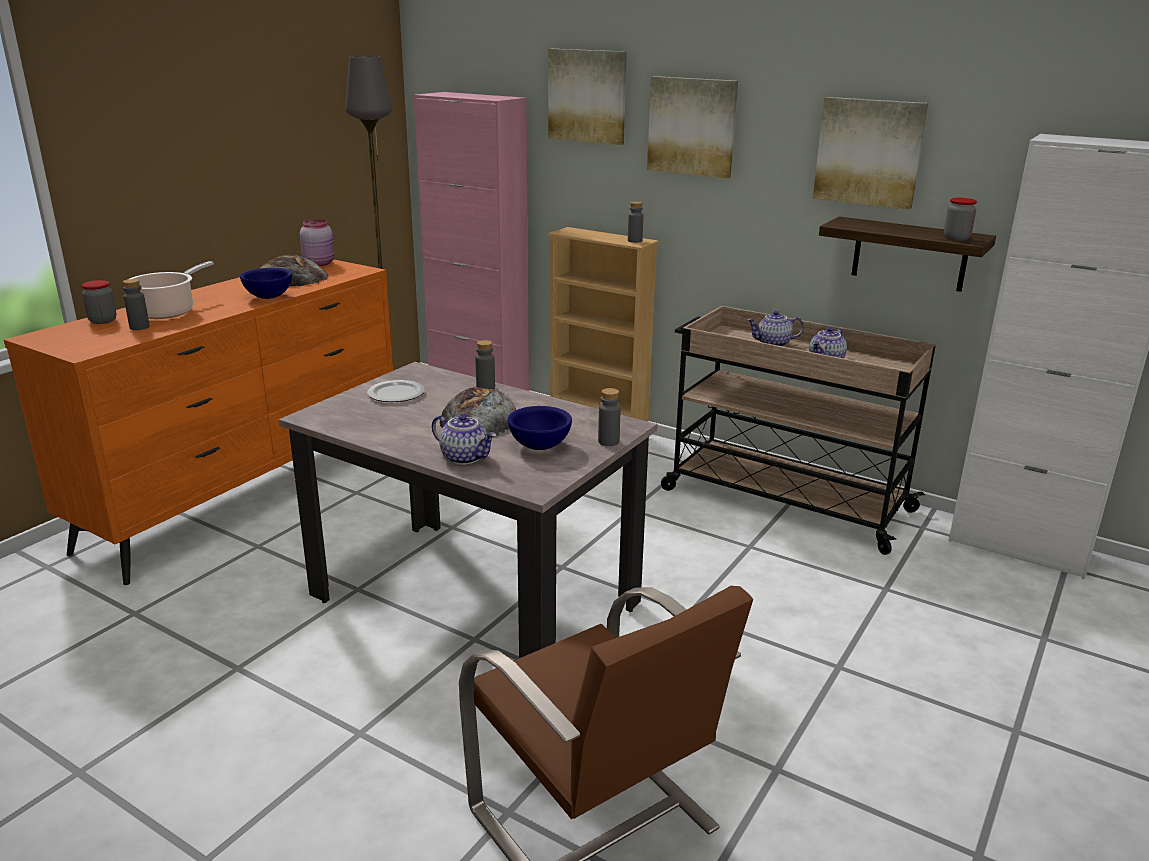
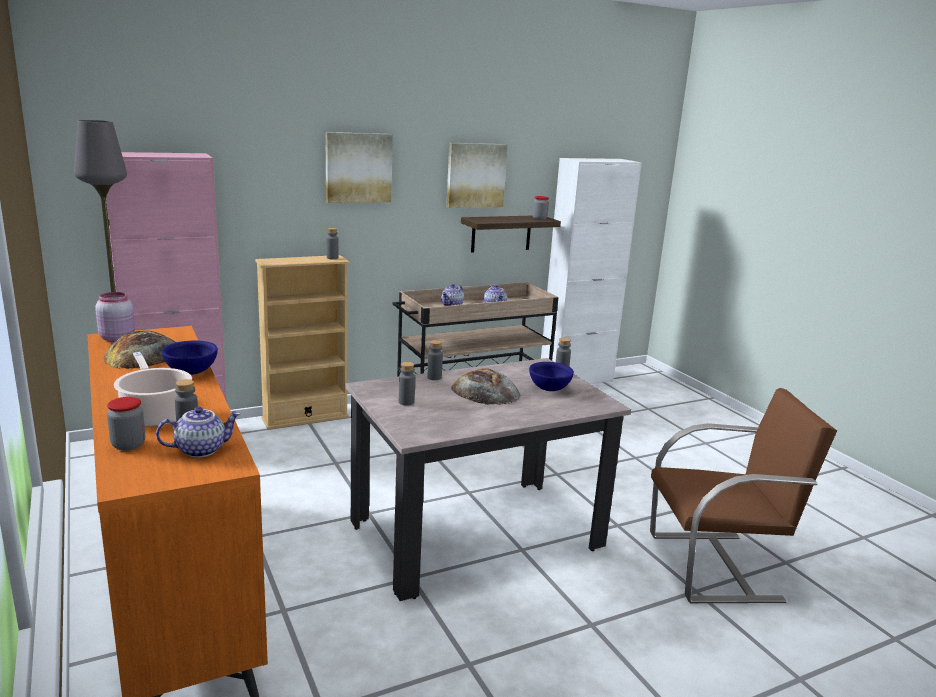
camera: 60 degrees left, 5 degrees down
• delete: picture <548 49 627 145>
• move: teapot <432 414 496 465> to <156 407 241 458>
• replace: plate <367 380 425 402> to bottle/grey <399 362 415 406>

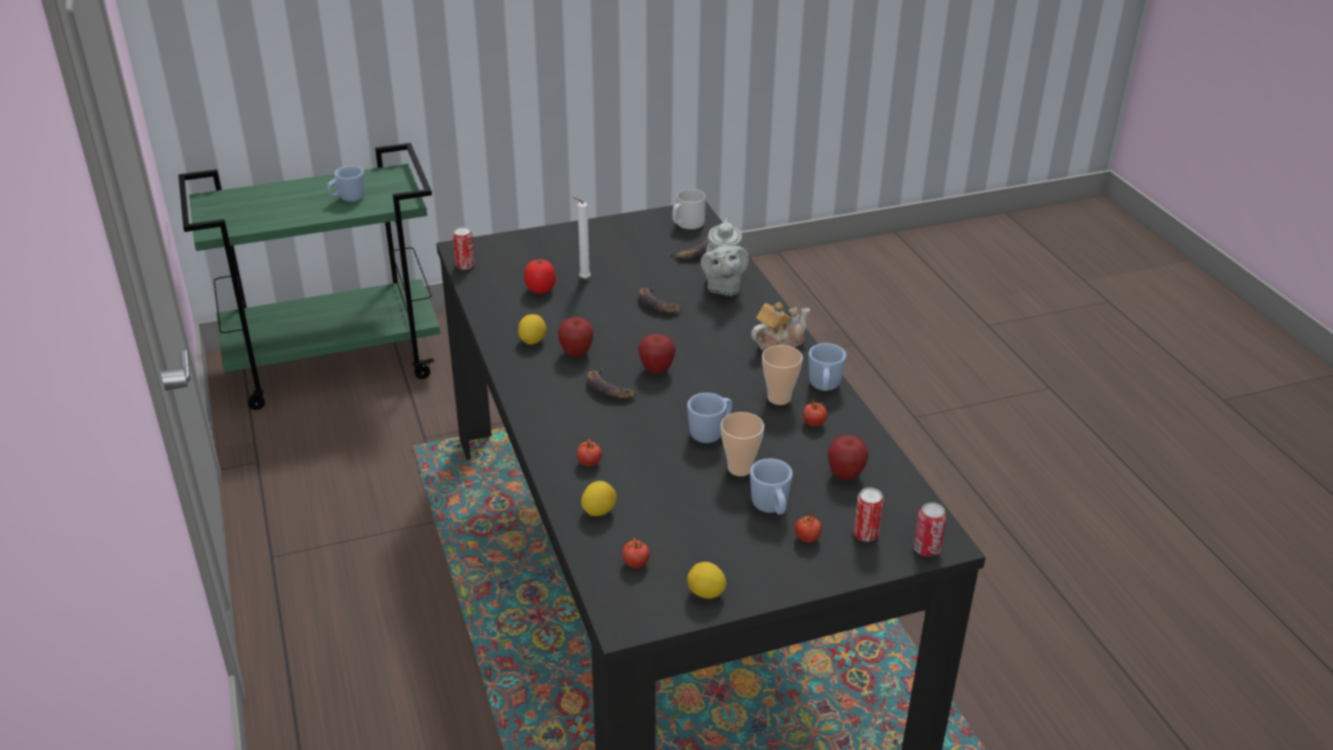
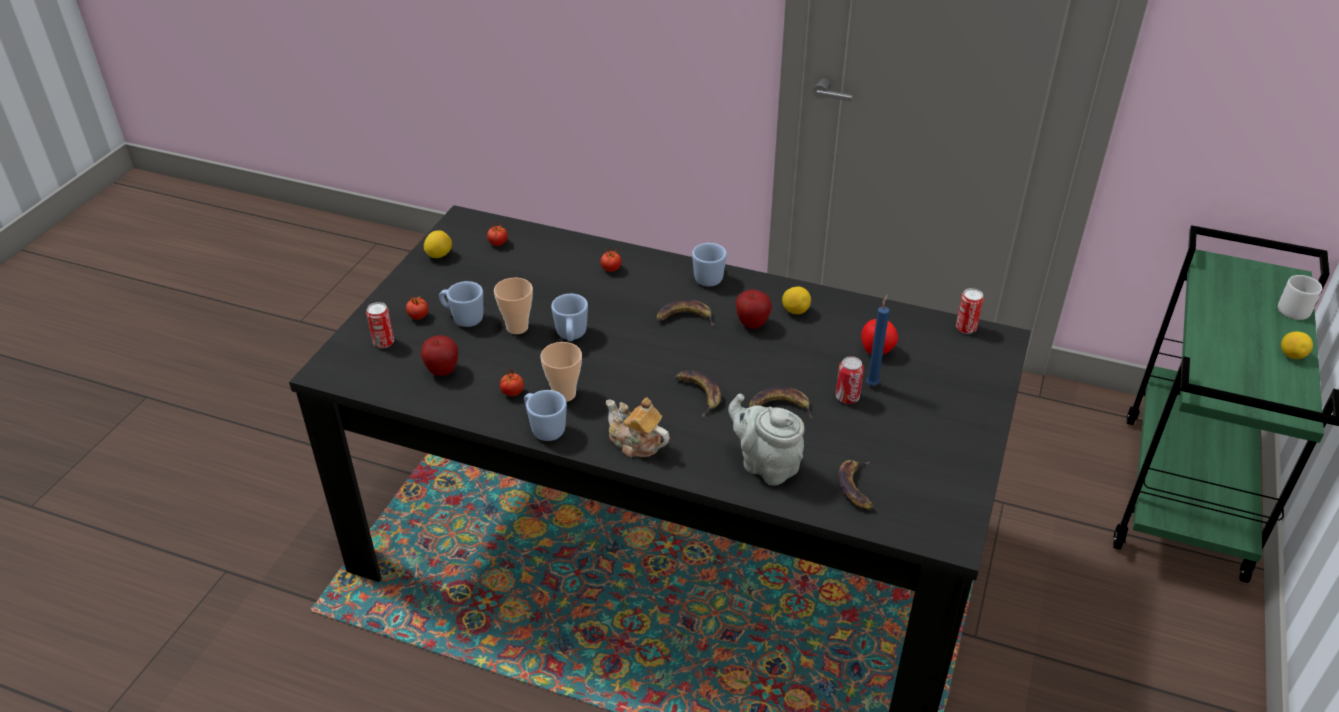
camera: 130 degrees right, 5 degrees up
• delete: apple <638 334 676 374>
• insert: banana <675 370 721 417>
• move: mug/blue <327 166 364 202> to <692 243 727 287>
• move: lemon <581 481 617 516> to <1281 331 1313 359>
• move: mug/grey <672 189 705 229> to <1278 275 1322 320>
• move: can <913 503 947 557> to <836 356 864 404>
• recolor: candle/white <572 197 591 279> to candle/blue <866 294 889 385>
• rotate: teapot <751 302 810 351> = <606 397 670 457> 120 degrees clockwise

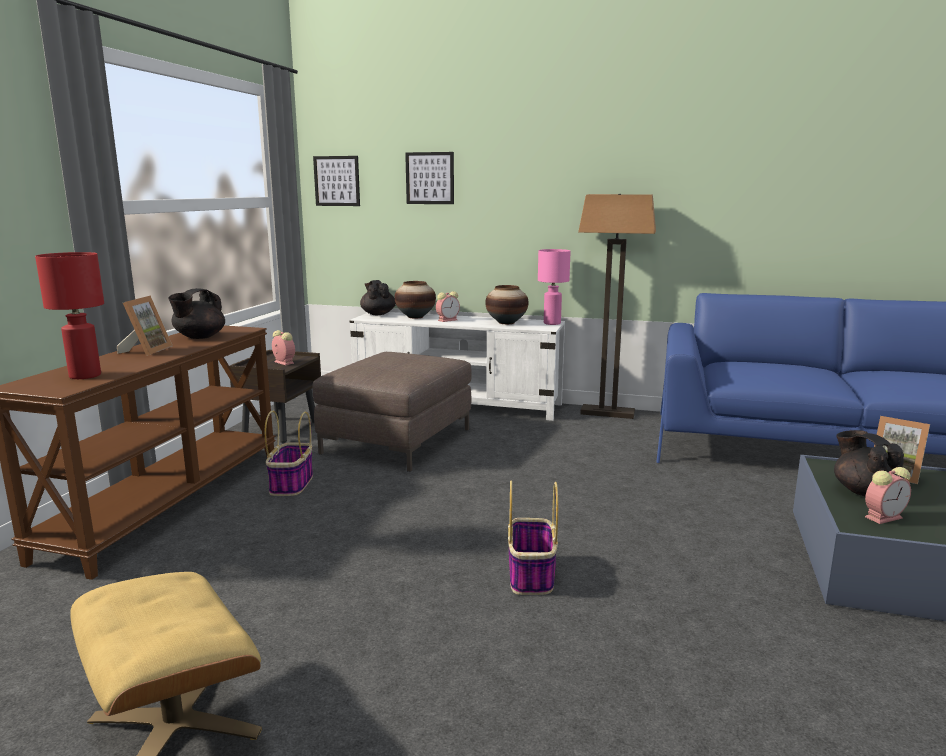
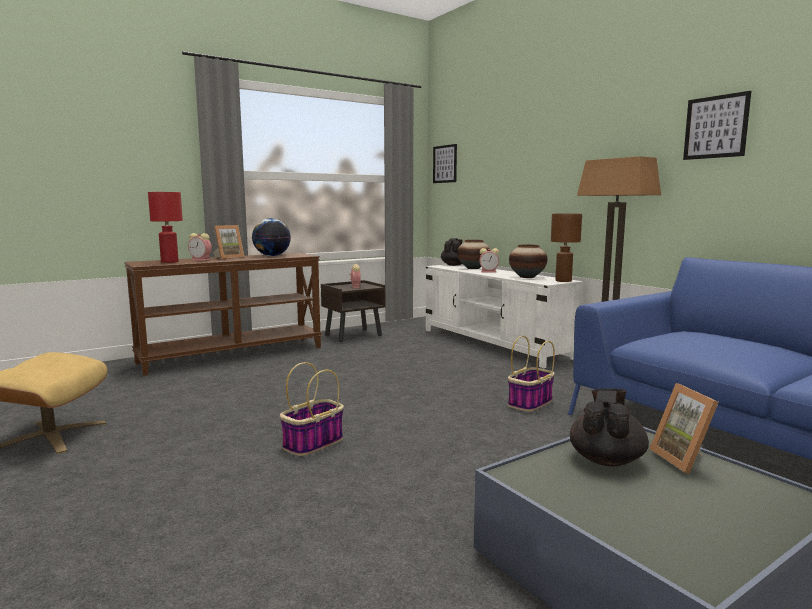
camera: 40 degrees right, 5 degrees down
• delete: ottoman/brown <313 352 472 472>
• move: basket <264 411 313 496> to <508 336 555 412>
• move: picture <405 152 454 204> to <683 91 751 160>
• move: alarm clock <865 467 911 524> to <188 233 212 261>
• replace: teapot/black <168 288 225 339> to globe <252 218 291 256>
• recolor: table lamp/pink <538 249 571 325> to table lamp/brown <551 214 582 282>

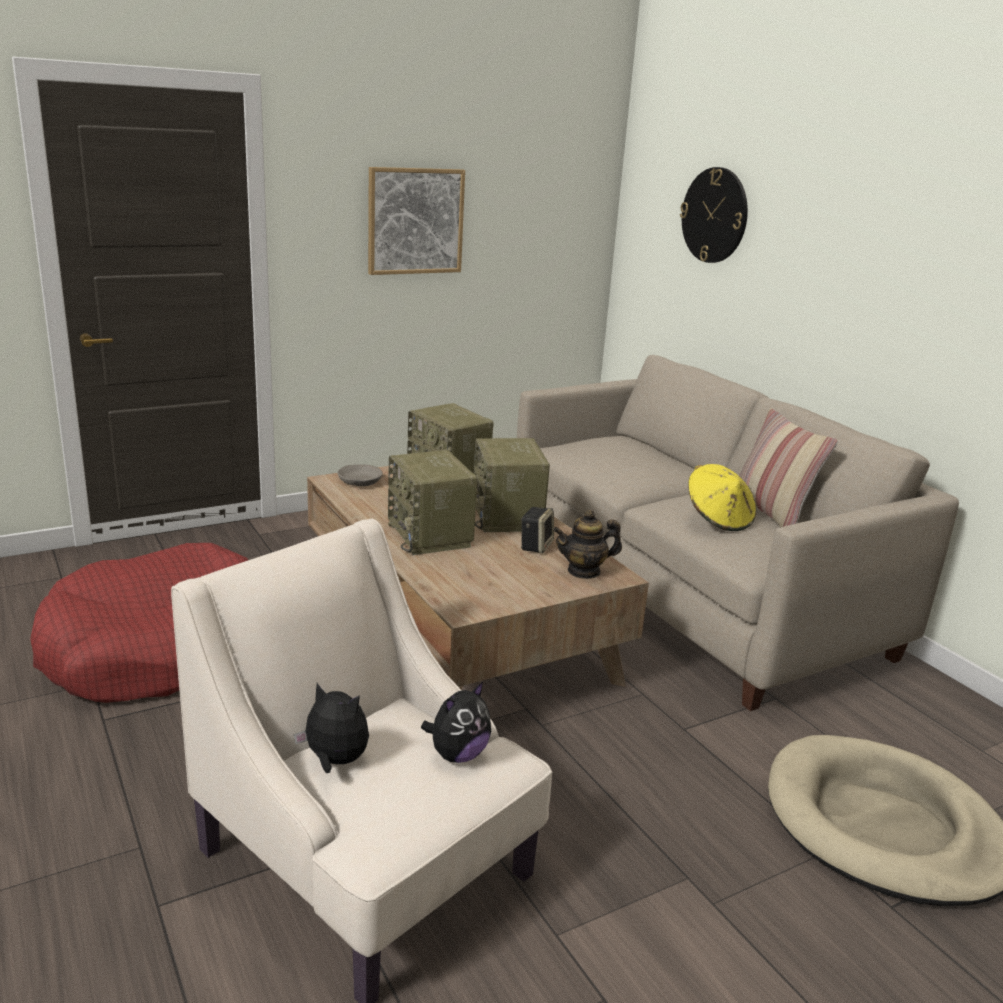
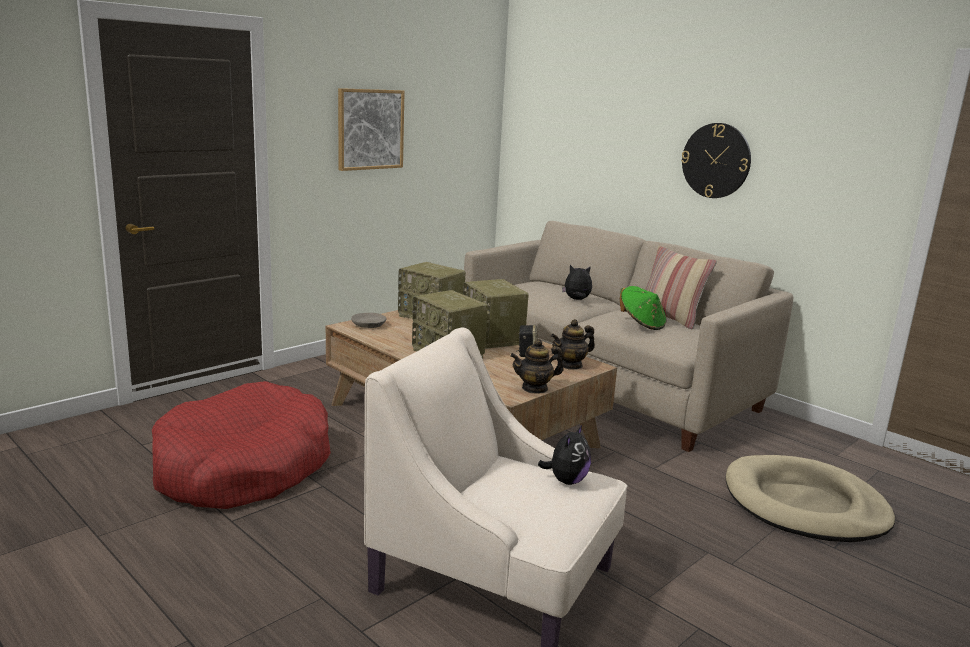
camera: 15 degrees left, 5 degrees down
• insert: teapot <510 339 564 394>
• move: plush toy <294 683 369 773> to <562 265 592 300>
• move: wall clock <680 167 748 263> to <681 123 751 198>
• recolor: hat/yellow <688 464 756 531> to hat/green <620 286 666 330>

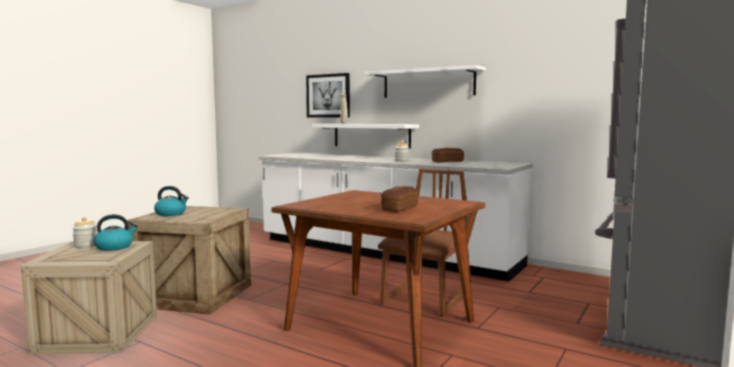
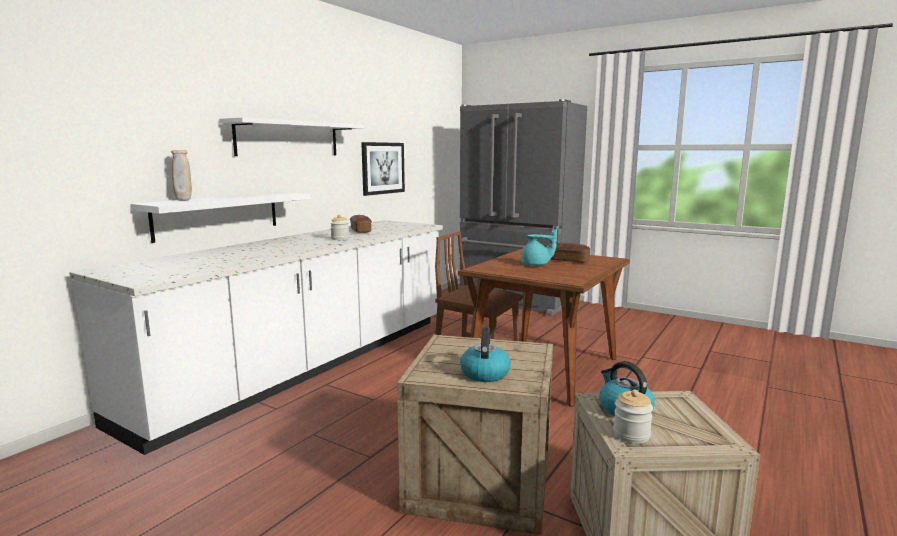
camera: 90 degrees left, 5 degrees up
• insert: teapot/turquoise <521 229 557 266>
• move: picture <306 73 350 118> to <361 142 405 196>

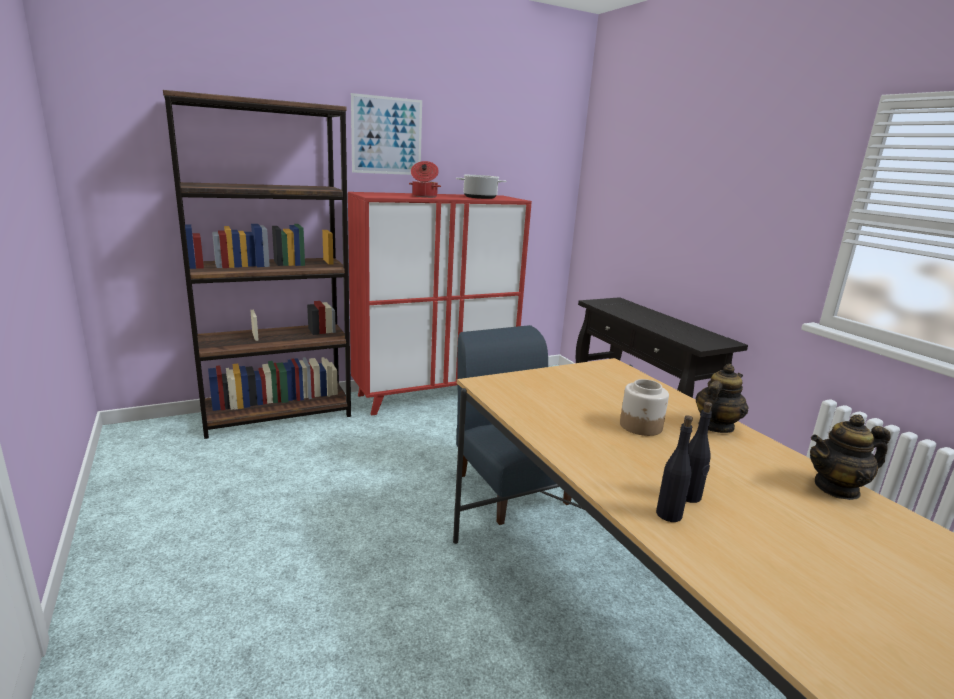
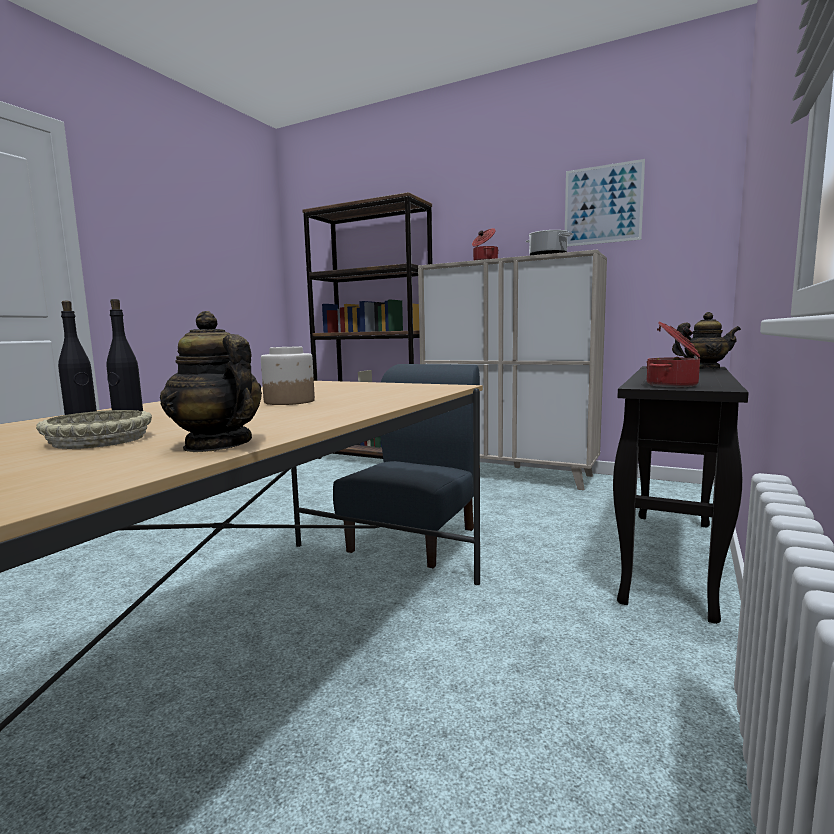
camera: 55 degrees right, 10 degrees down
• insert: bowl/beige <36 410 152 449>
• insert: cooking pot <646 322 700 387>
• move: picture <351 93 422 175> to <565 159 645 247>
• move: teapot <695 364 749 433> to <672 312 741 369>
• recolor: cabinet/red <348 192 532 416> to cabinet/beige <418 250 607 490>

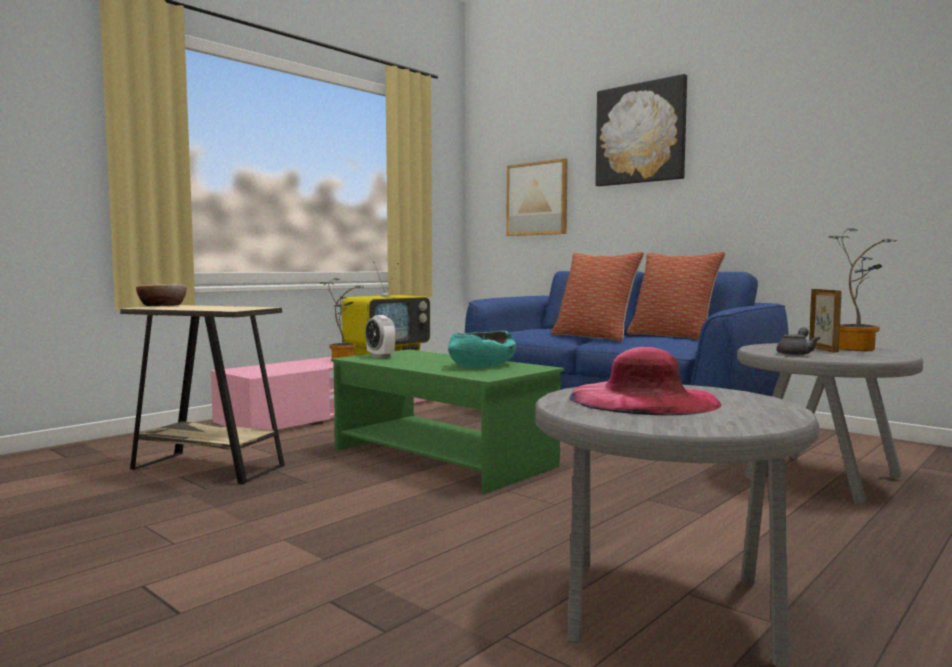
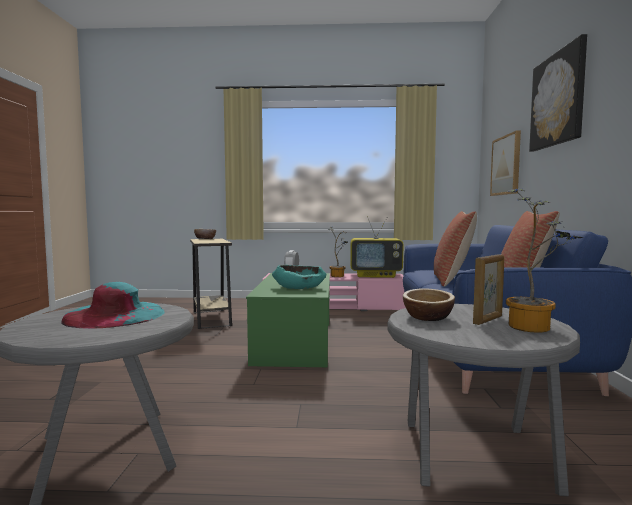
camera: 50 degrees right, 0 degrees up
• replace: teapot/grey <776 327 820 356> to bowl <403 288 455 321>
• recolor: hat/pink <570 347 721 416> to hat/turquoise <61 282 165 329>

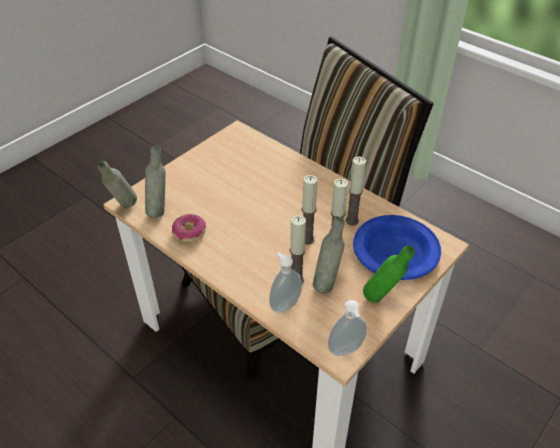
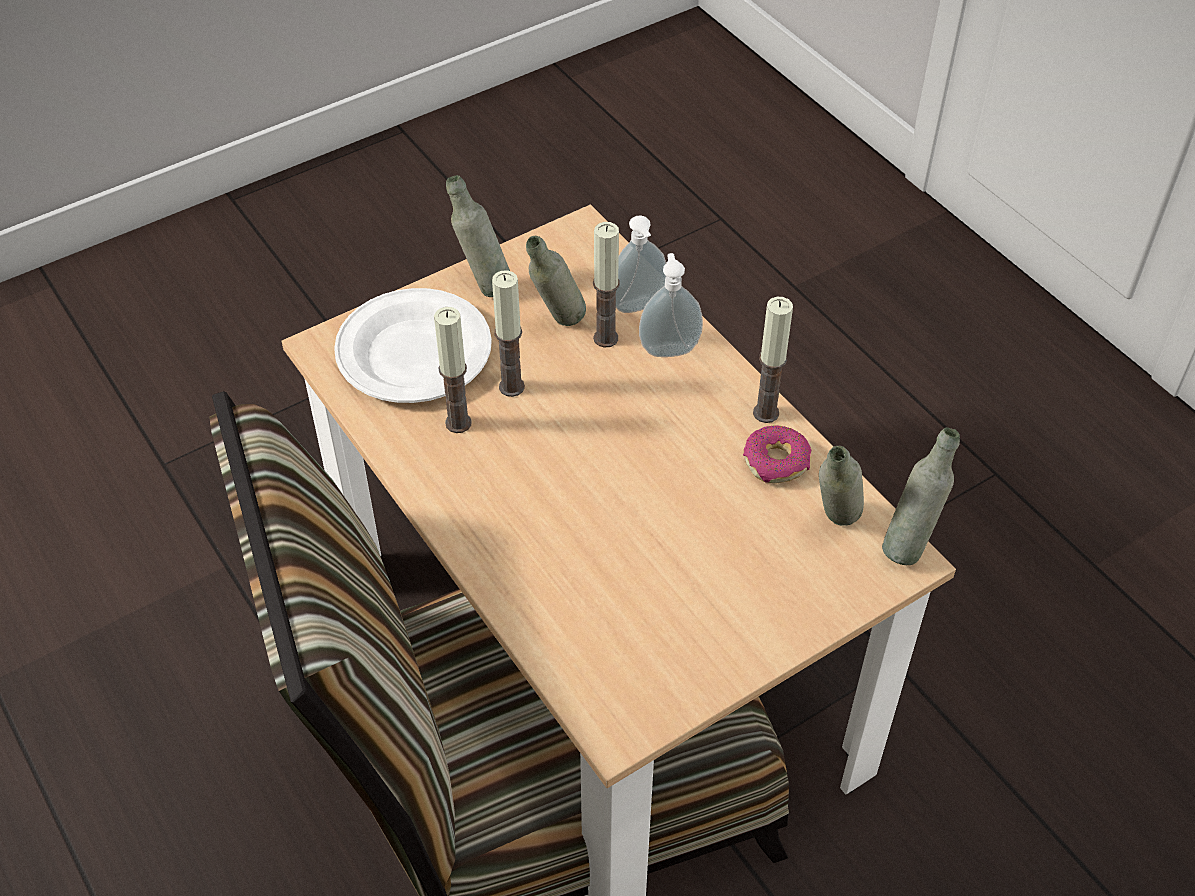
camera: 165 degrees left, 5 degrees up
• move: candle <302 175 317 245> to <753 297 793 423>
• move: soap dispenser <328 300 367 356> to <639 253 703 357>
• recolor: plate/blue <353 215 441 280> to plate/white <334 288 492 403>
• recolor: bottle/green <363 245 415 303> to bottle/grey <446 175 510 297>

